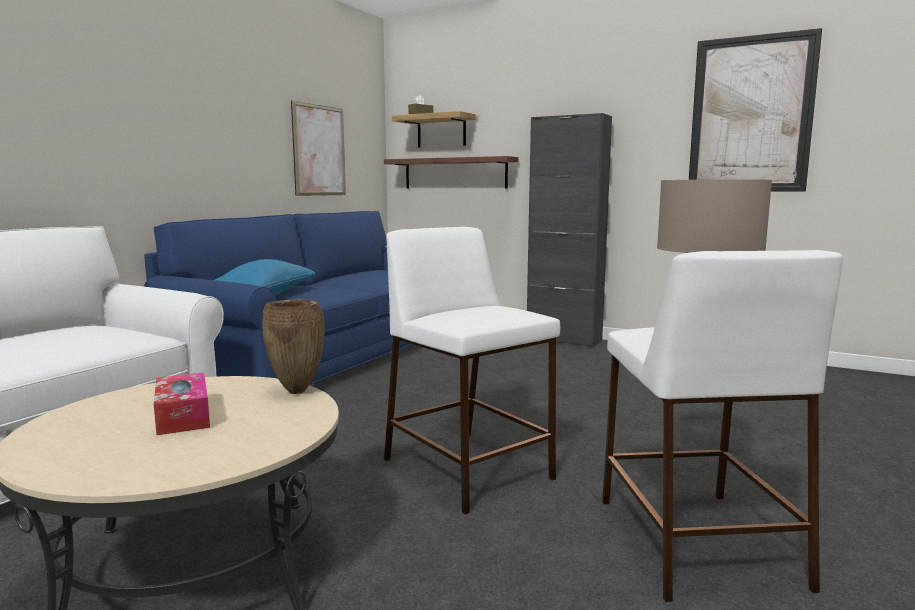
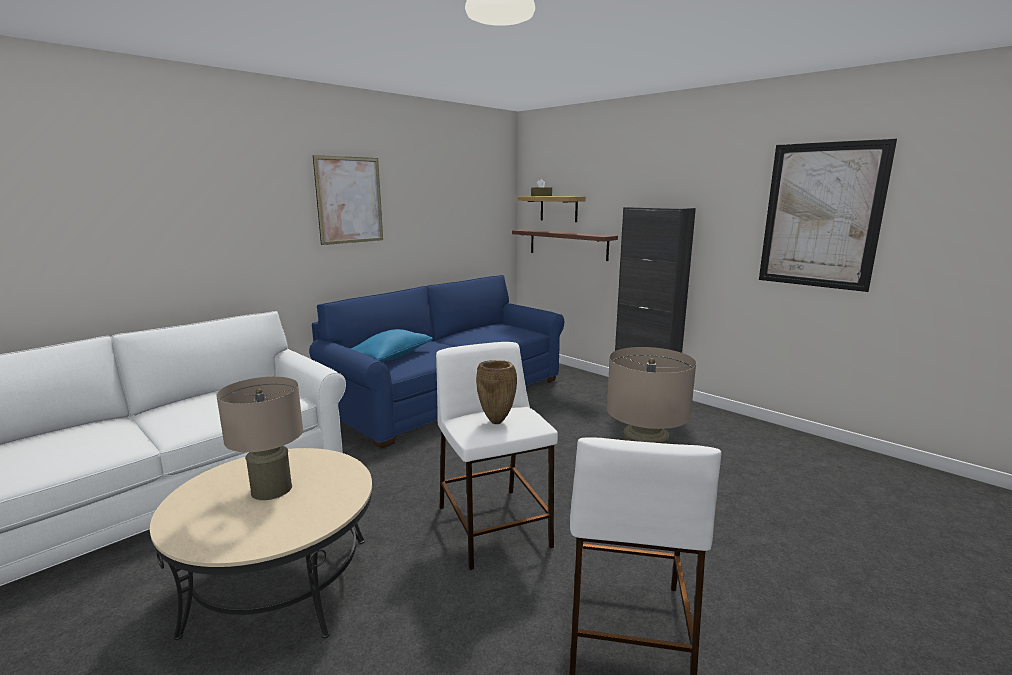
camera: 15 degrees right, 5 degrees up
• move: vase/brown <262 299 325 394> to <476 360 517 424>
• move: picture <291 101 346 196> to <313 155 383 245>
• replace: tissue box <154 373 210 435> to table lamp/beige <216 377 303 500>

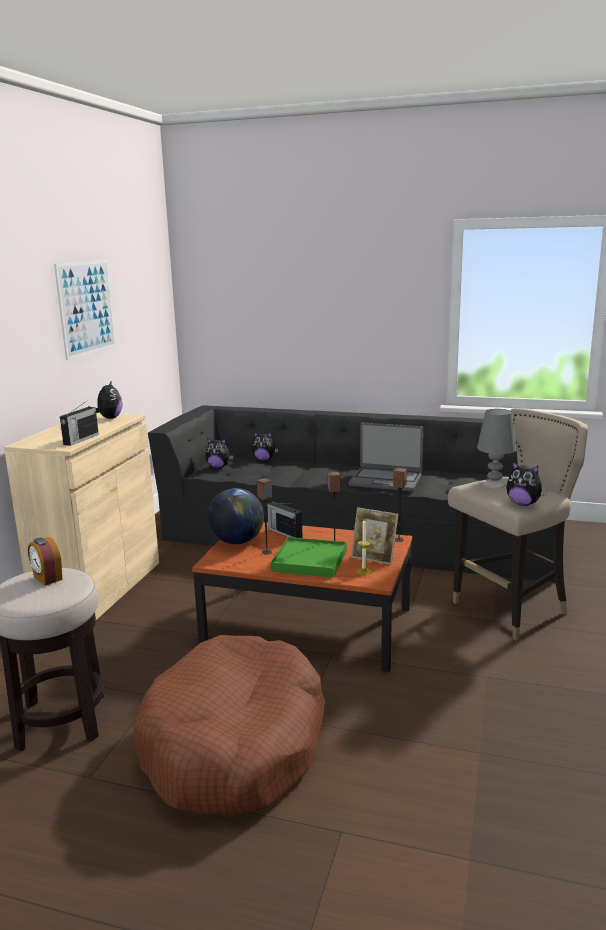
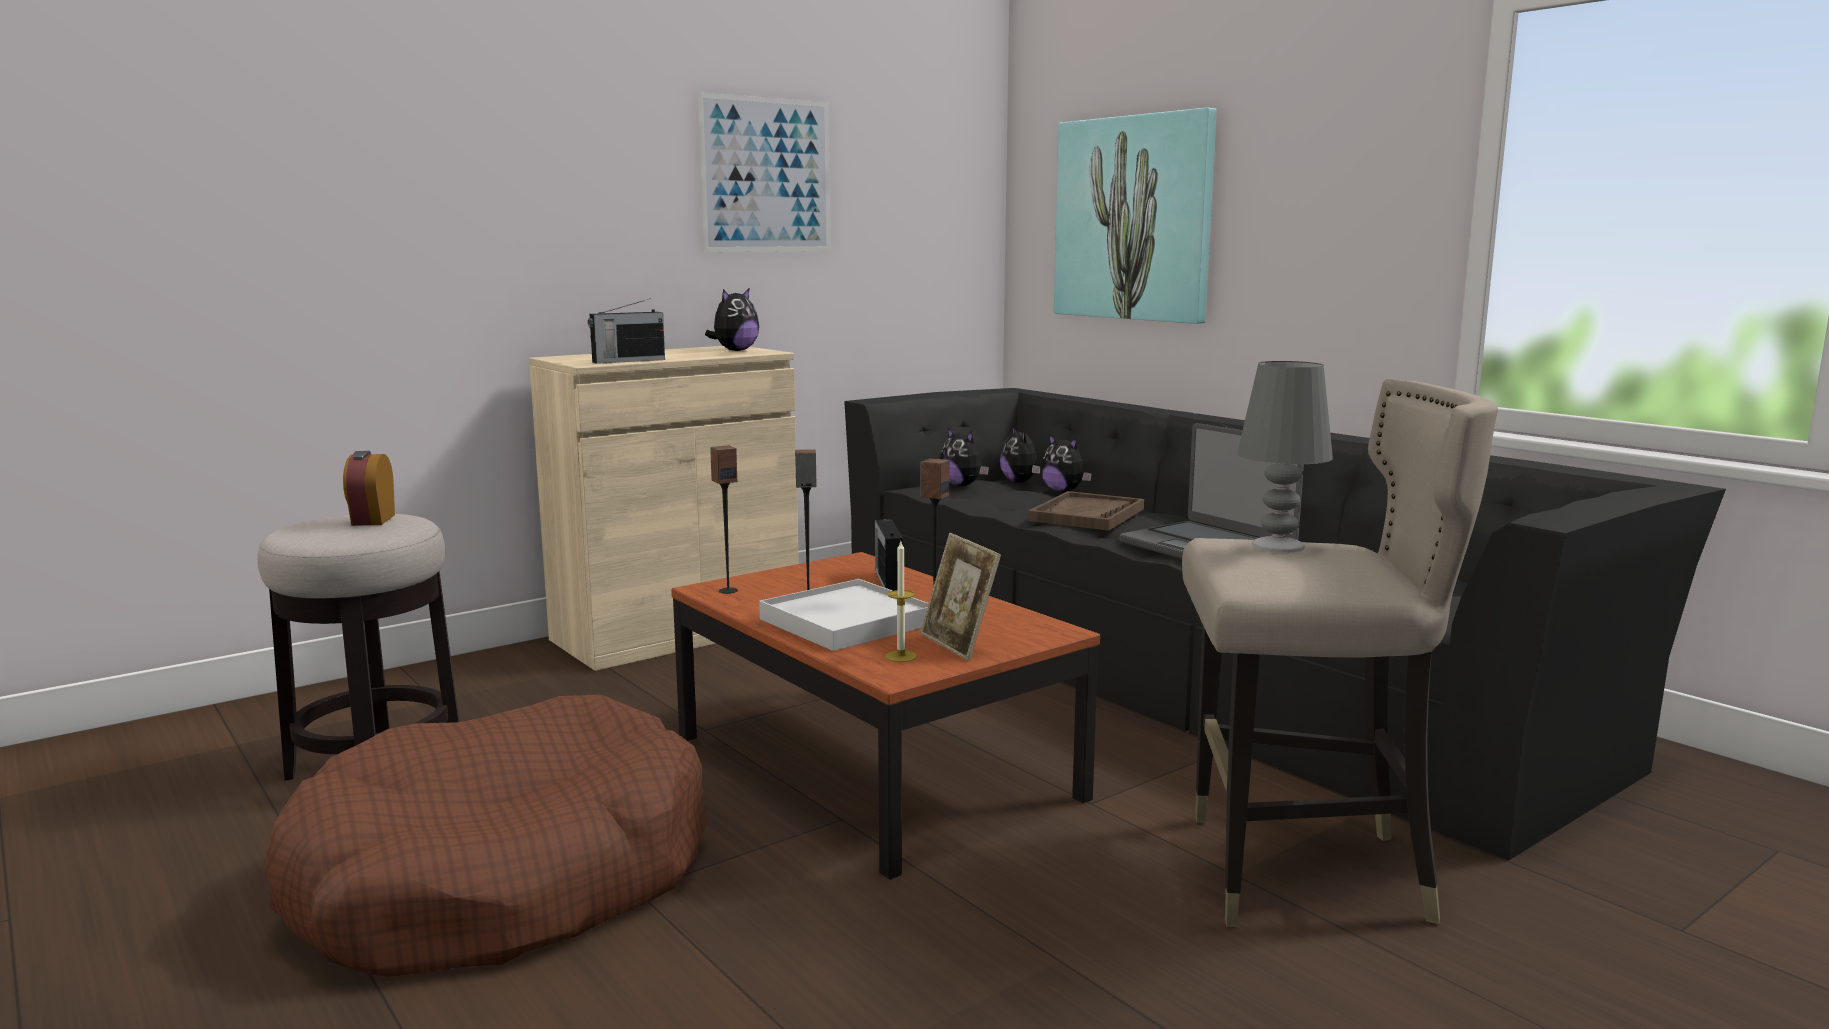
camera: 35 degrees right, 5 degrees down
• delete: globe <208 488 264 544>
• insert: tray/brown <1028 491 1144 531>
• insert: picture <1054 107 1217 324>
• move: speaker <393 468 407 542> to <710 445 738 594>
• move: plush toy <506 461 548 506> to <1000 426 1041 483>
• recolor: tray/green <271 537 347 578> to tray/white <759 579 929 651>

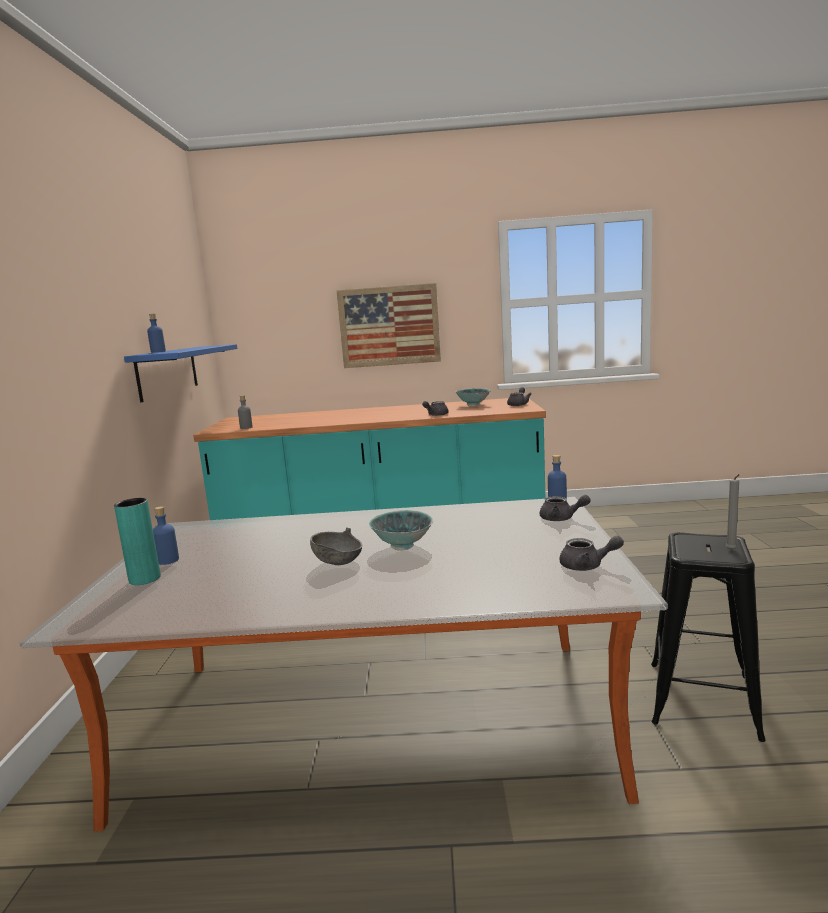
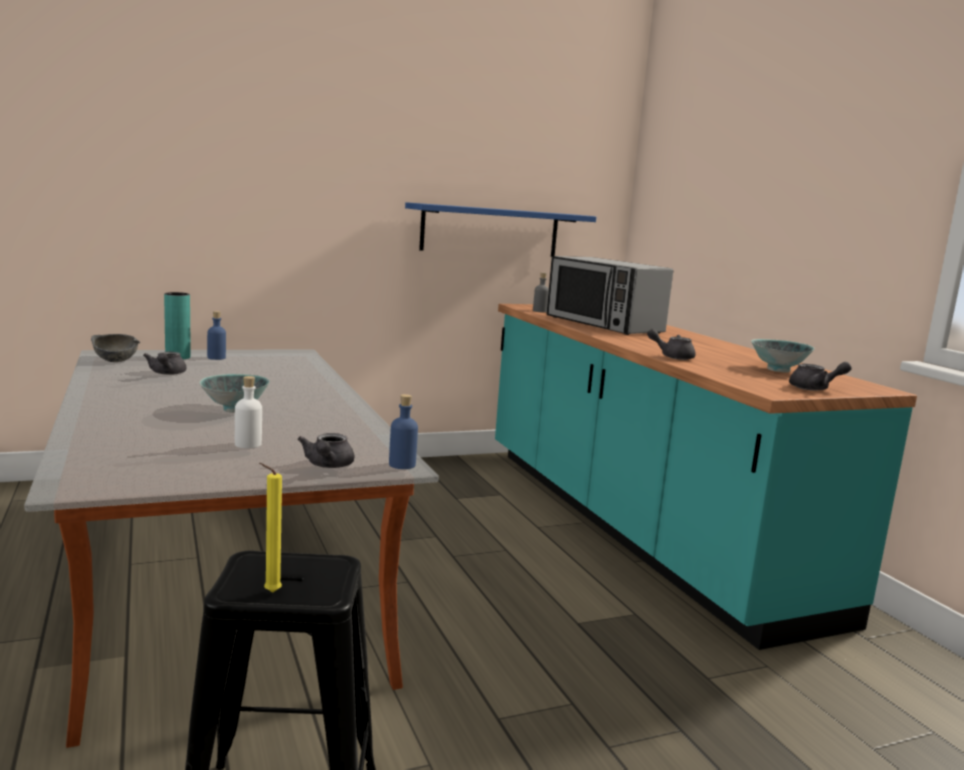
camera: 65 degrees right, 0 degrees up
• delete: bottle/blue <147 314 166 353>
• delete: picture <337 283 441 368>
• insert: bottle/white <235 376 262 449>
• insert: microwave <547 256 673 335>
• move: bowl/grey <310 527 362 565> to <91 334 140 362>
• move: teapot/grey <559 536 624 571> to <143 352 187 375>
• recolor: candle/grey <726 474 740 550> to candle/yellow <259 463 282 592>

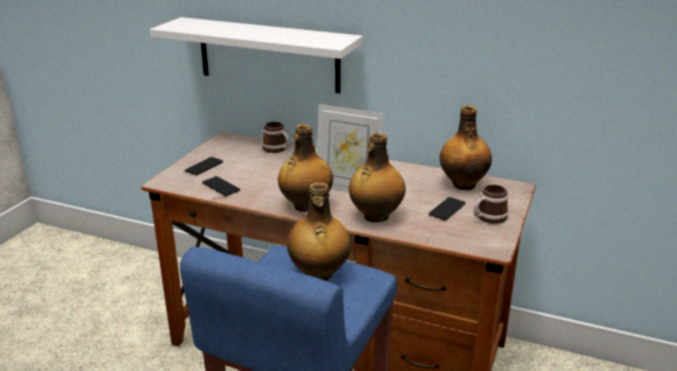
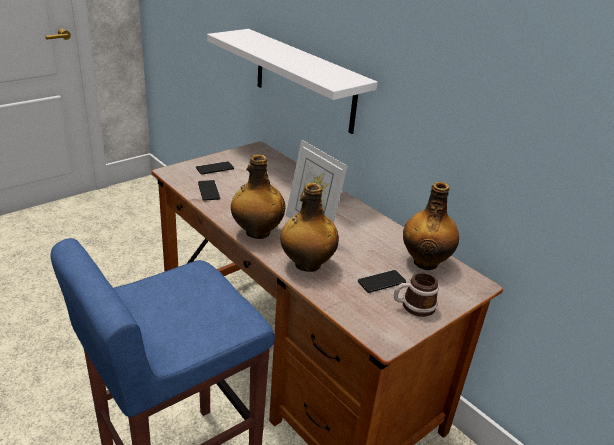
camera: 25 degrees right, 5 degrees up
• delete: mug <262 122 289 153>
• delete: bottle <287 183 351 281>

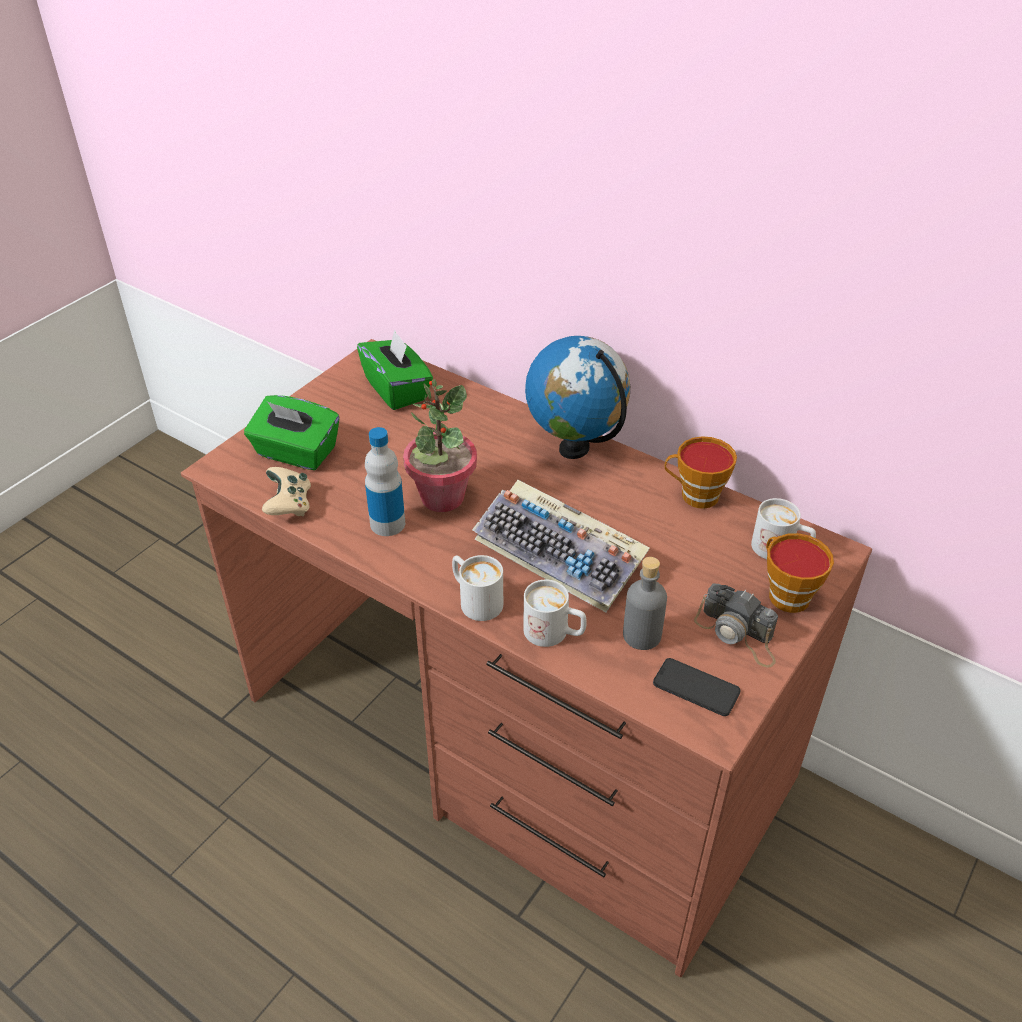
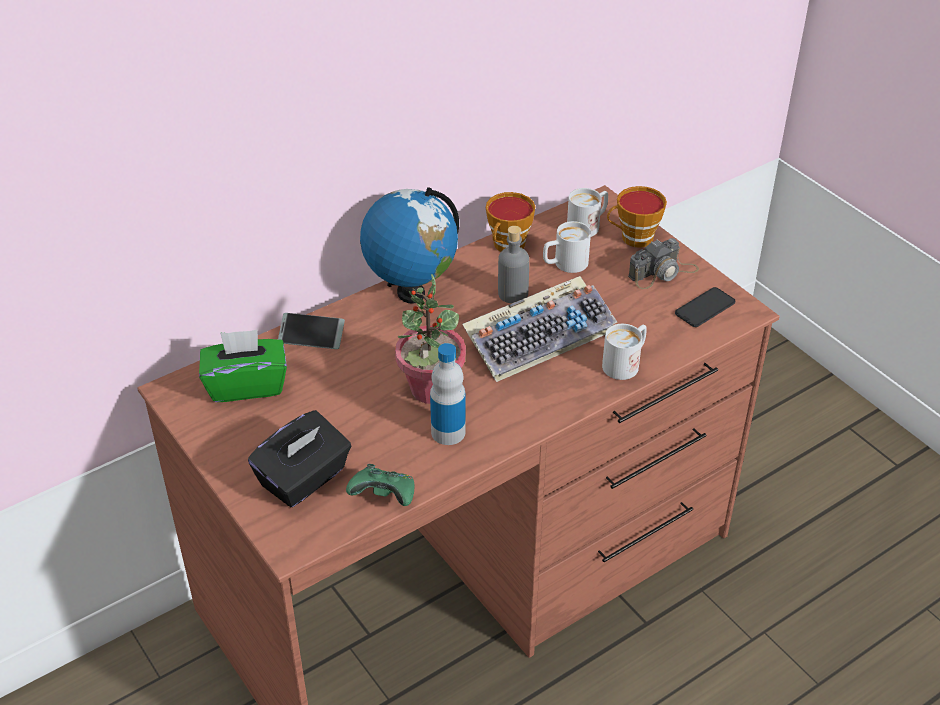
camera: 70 degrees left, 0 degrees up
• insert: phone <278 313 345 349>
• move: mug/white <452 555 503 621> to <543 221 591 273>
• move: bottle/grey <623 557 667 650> to <498 226 529 304>
• recolor: tissue box/green <244 395 339 470> to tissue box/black <248 410 352 507>
• recolor: game controller/beige <262 467 311 516> to game controller/green <346 464 414 506>

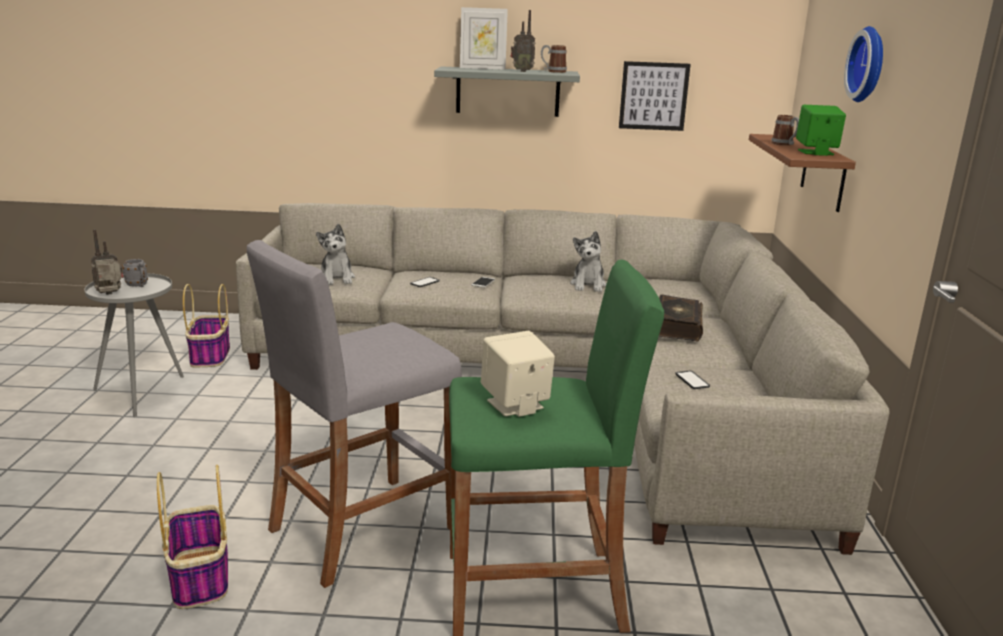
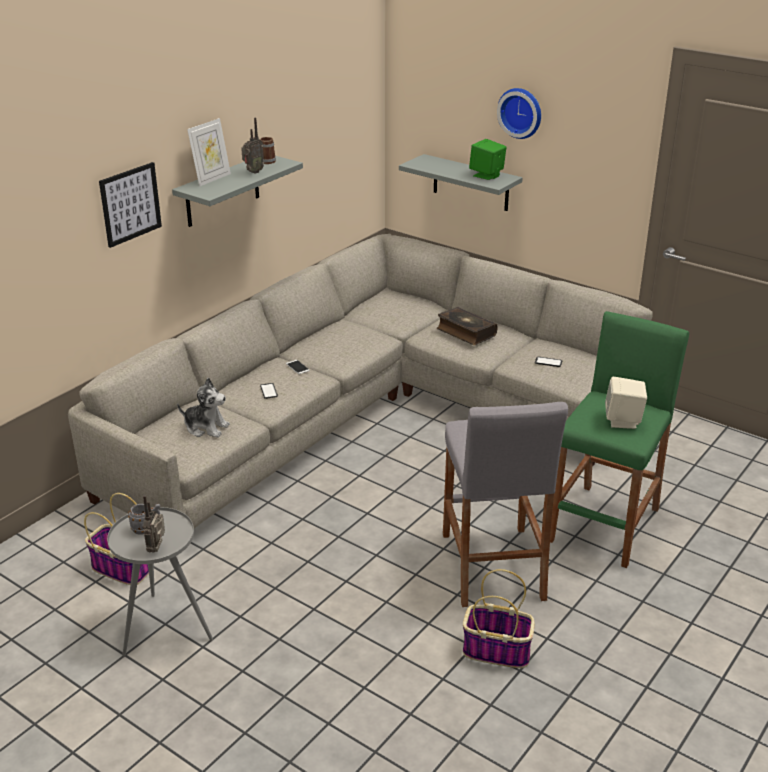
camera: 55 degrees left, 10 degrees up
• delete: plush toy <570 231 606 292>
• delete: mug <771 115 799 146>
• move: picture <619 61 691 131> to <99 162 162 248>
• recolor: shelf/brown <749 134 856 212> to shelf/grey <399 154 523 211>

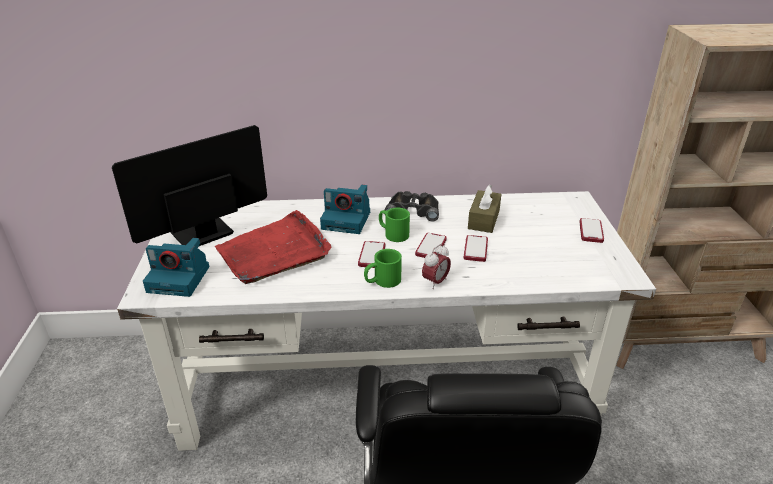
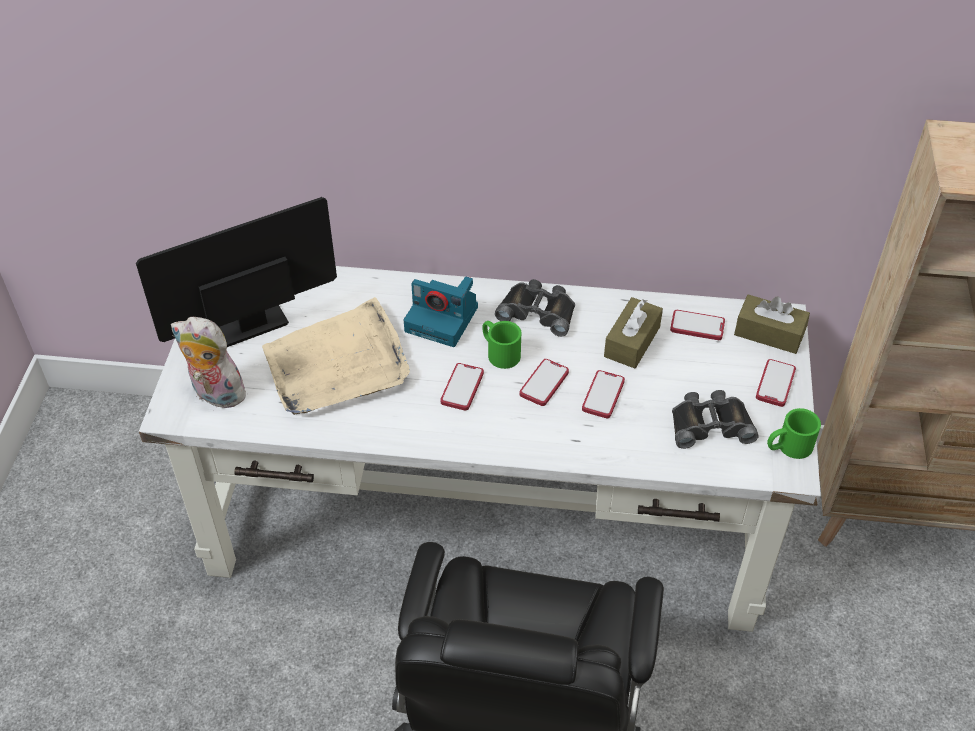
camera: 10 degrees right, 15 degrees up
• delete: alarm clock <422 244 451 289>
• insert: phone <670 310 725 340>
• insert: binoculars/black <672 390 758 449>
• insert: tissue box/brown <734 294 810 354>
• move: mug/green <364 249 402 288> to <767 408 821 459>
• replace: photo camera <143 238 209 297> to plush toy <171 317 250 408>
• recolor: tray/red <215 210 332 284> to tray/beige <262 297 410 415>

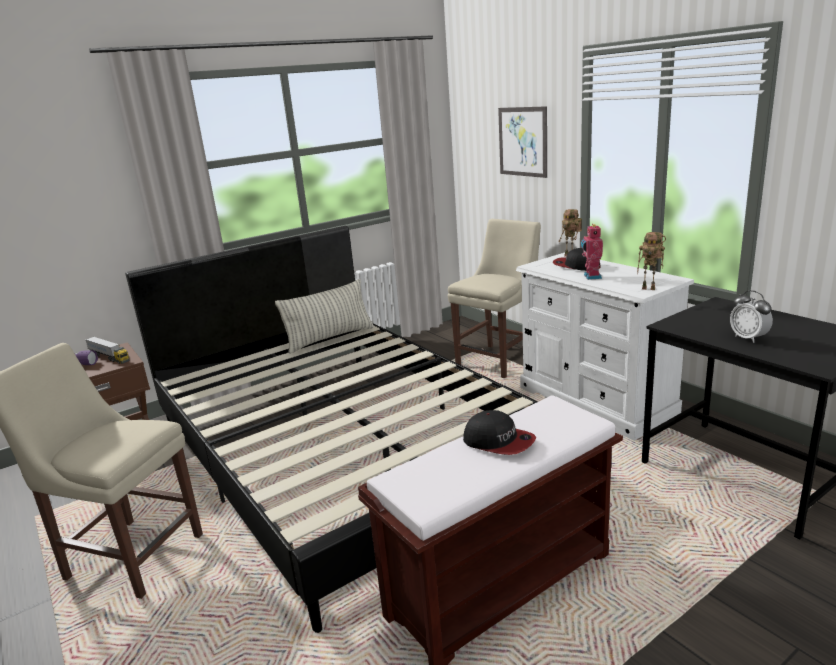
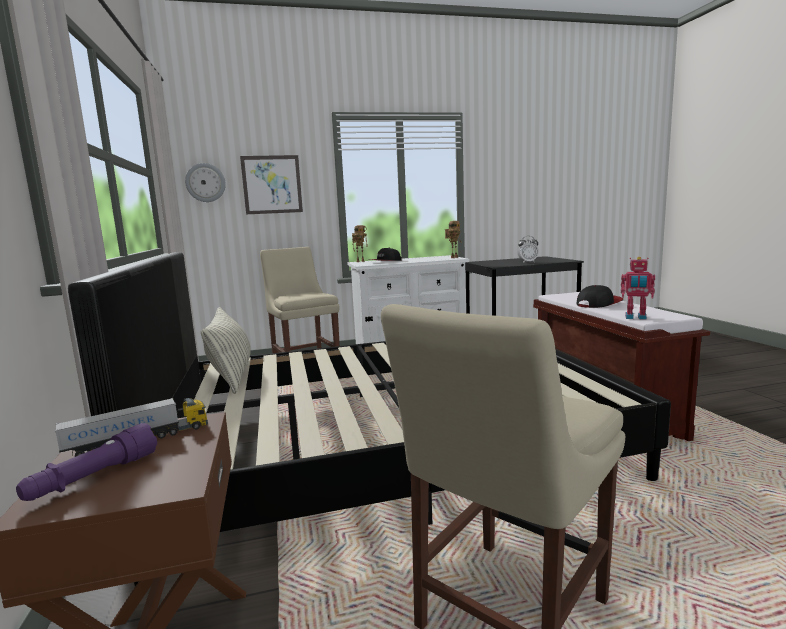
camera: 70 degrees left, 10 degrees down
• insert: wall clock <185 163 226 202>
• move: toy robot <581 224 603 280> to <621 257 655 320>

